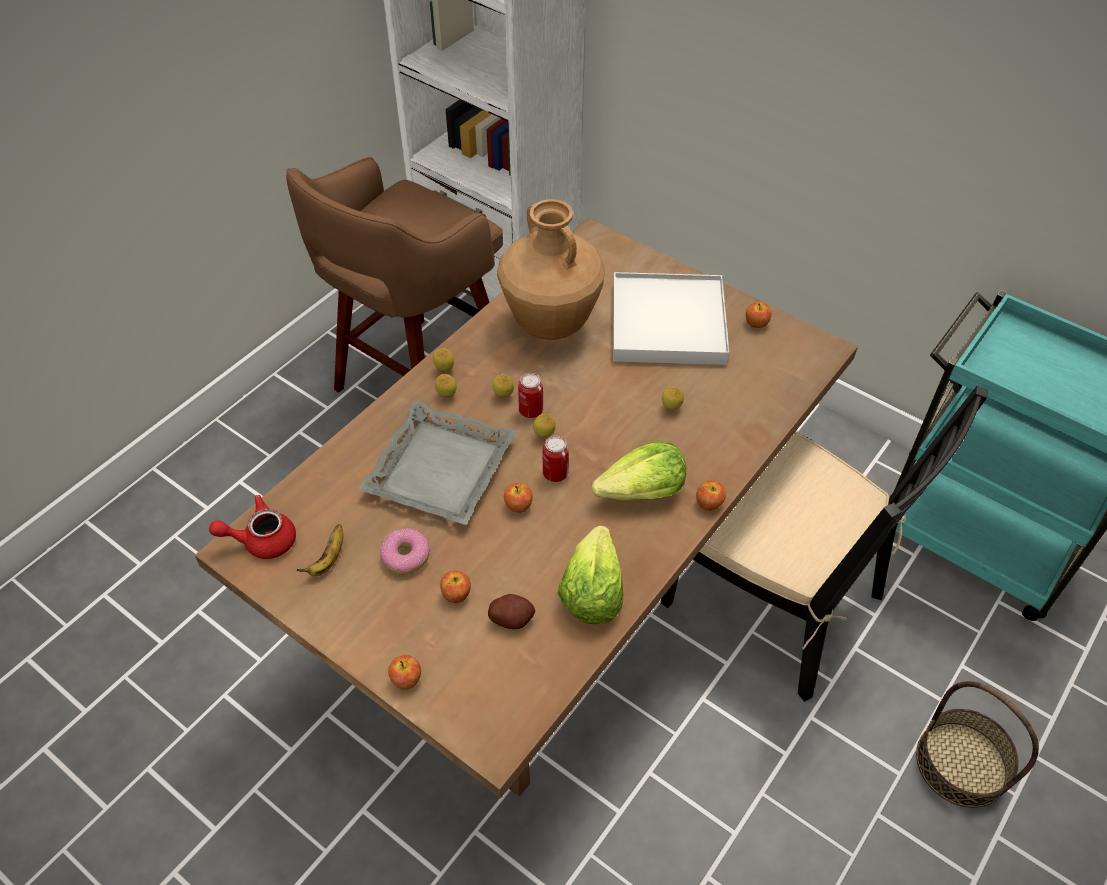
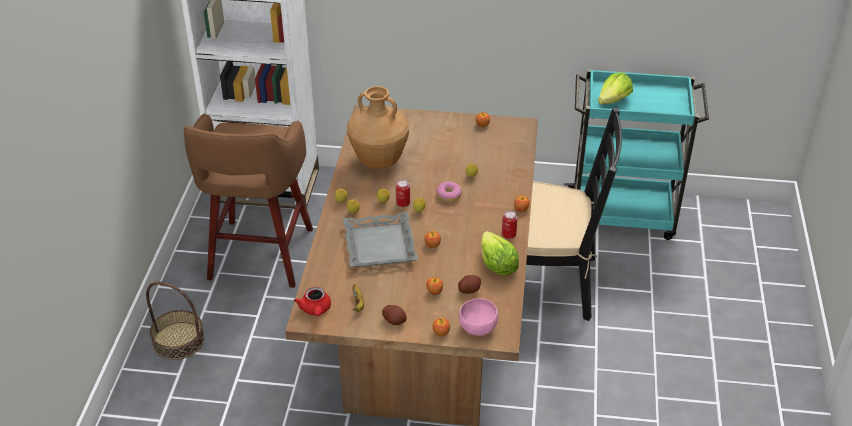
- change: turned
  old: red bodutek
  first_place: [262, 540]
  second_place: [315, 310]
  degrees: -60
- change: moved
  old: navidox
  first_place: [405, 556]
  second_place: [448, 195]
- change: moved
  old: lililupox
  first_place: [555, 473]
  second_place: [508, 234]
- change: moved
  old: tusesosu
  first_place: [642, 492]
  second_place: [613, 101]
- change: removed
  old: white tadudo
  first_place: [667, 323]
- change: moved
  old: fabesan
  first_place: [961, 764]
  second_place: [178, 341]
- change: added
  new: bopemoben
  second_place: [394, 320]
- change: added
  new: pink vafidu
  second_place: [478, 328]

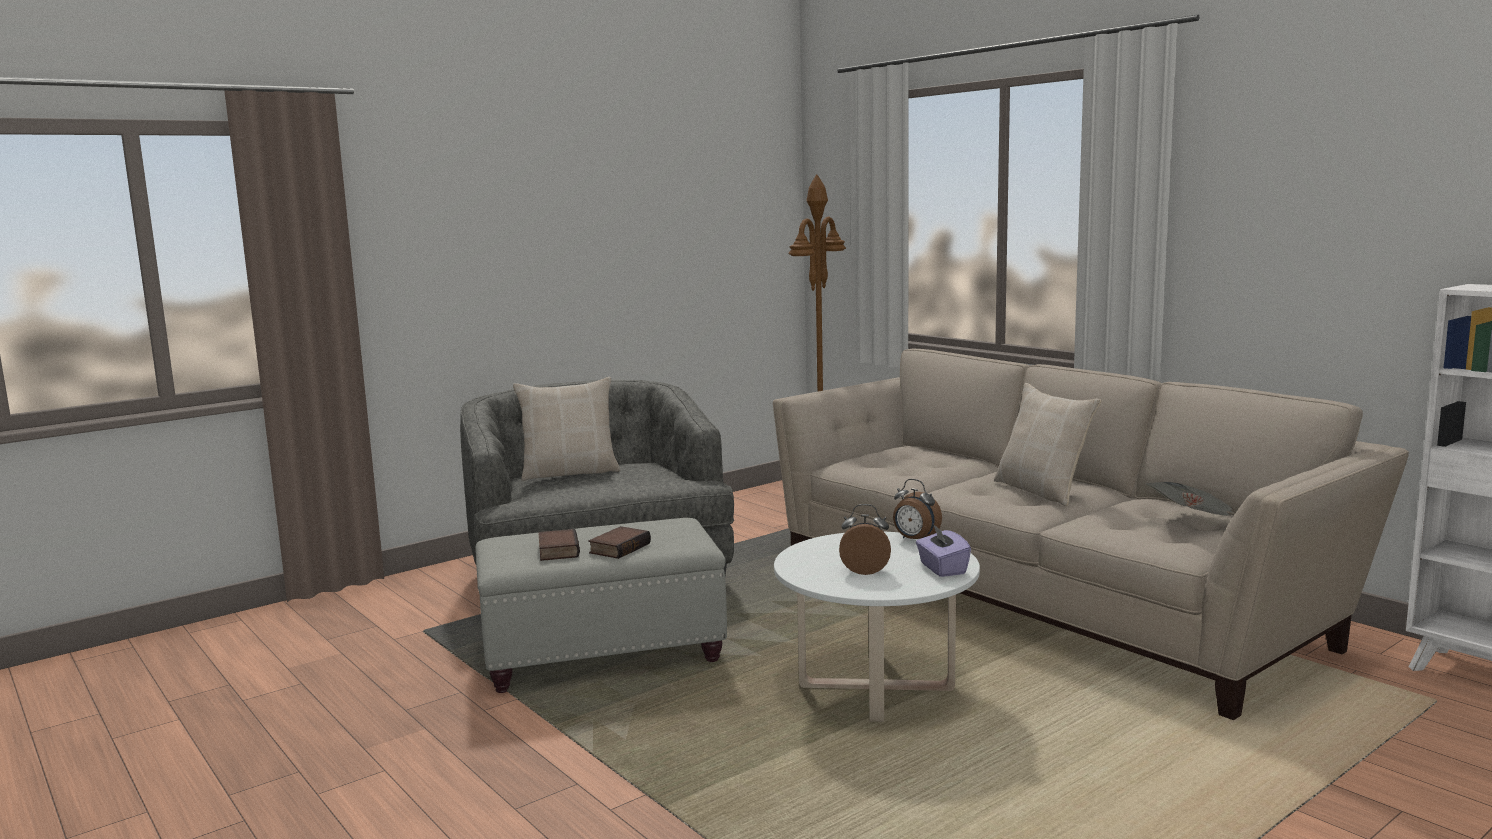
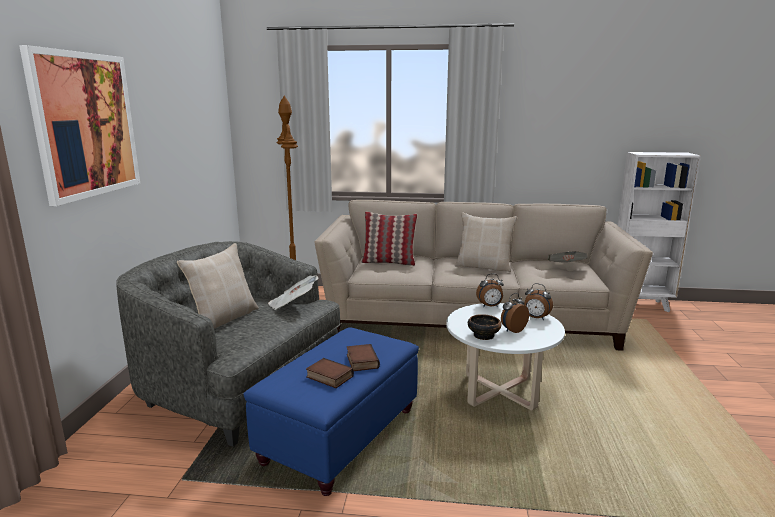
- change: recoloured
  old: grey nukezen
  new: blue nukezen
  first_place: [604, 654]
  second_place: [341, 435]
- change: replaced
  old: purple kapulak
  new: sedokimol
  first_place: [942, 569]
  second_place: [536, 318]
- change: added
  new: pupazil
  second_place: [86, 125]
- change: added
  new: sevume
  second_place: [292, 305]
- change: added
  new: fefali
  second_place: [388, 262]
- change: added
  new: vafidu
  second_place: [483, 335]

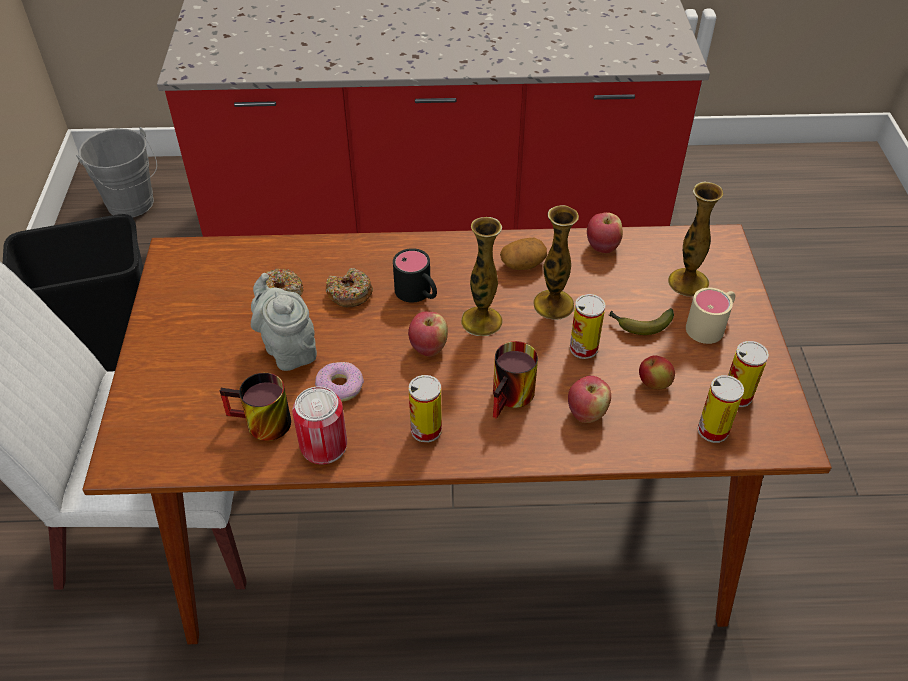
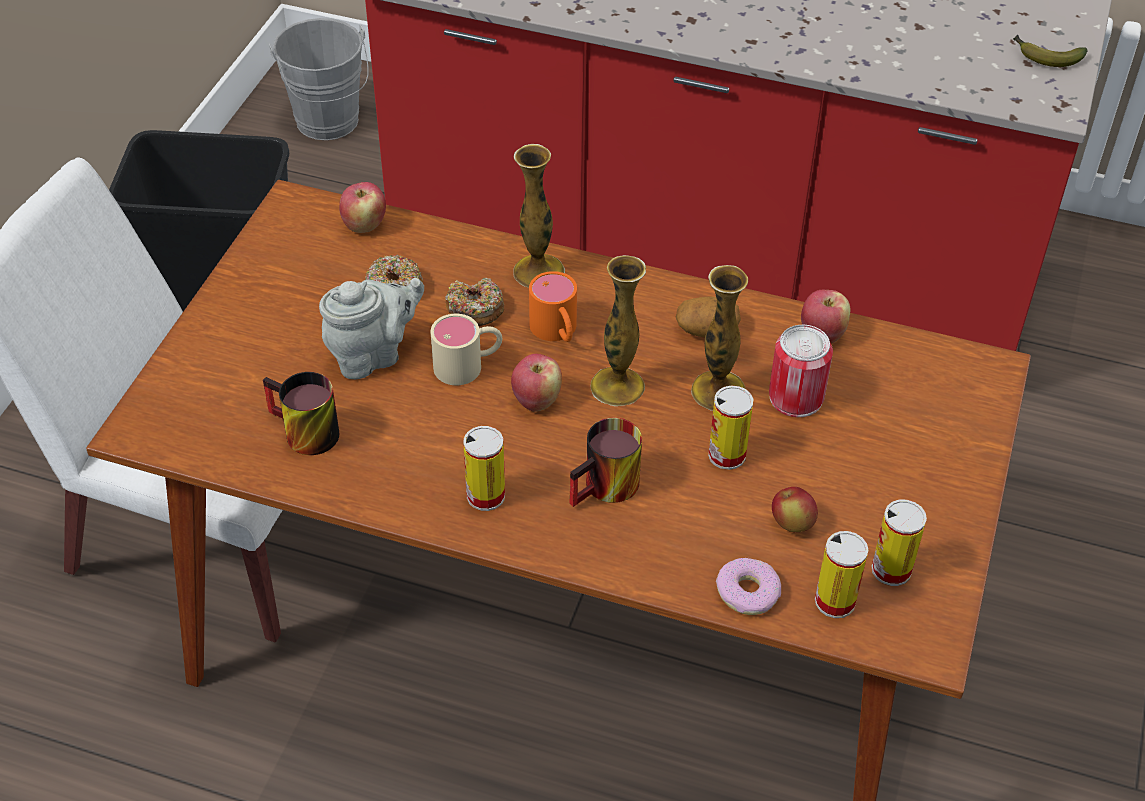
- change: turned
  old: grey bodutek
  first_place: [288, 349]
  second_place: [373, 355]
  degrees: 75
- change: moved
  old: lililupox
  first_place: [323, 445]
  second_place: [796, 397]
- change: moved
  old: navidox
  first_place: [340, 386]
  second_place: [748, 592]
- change: recoloured
  old: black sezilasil
  new: orange sezilasil
  first_place: [418, 294]
  second_place: [557, 332]
- change: moved
  old: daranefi
  first_place: [586, 413]
  second_place: [364, 225]
- change: moved
  old: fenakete
  first_place: [639, 325]
  second_place: [1044, 57]
- change: moved
  old: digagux
  first_place: [688, 282]
  second_place: [538, 271]
- change: moved
  old: beige sezilasil
  first_place: [710, 325]
  second_place: [468, 365]

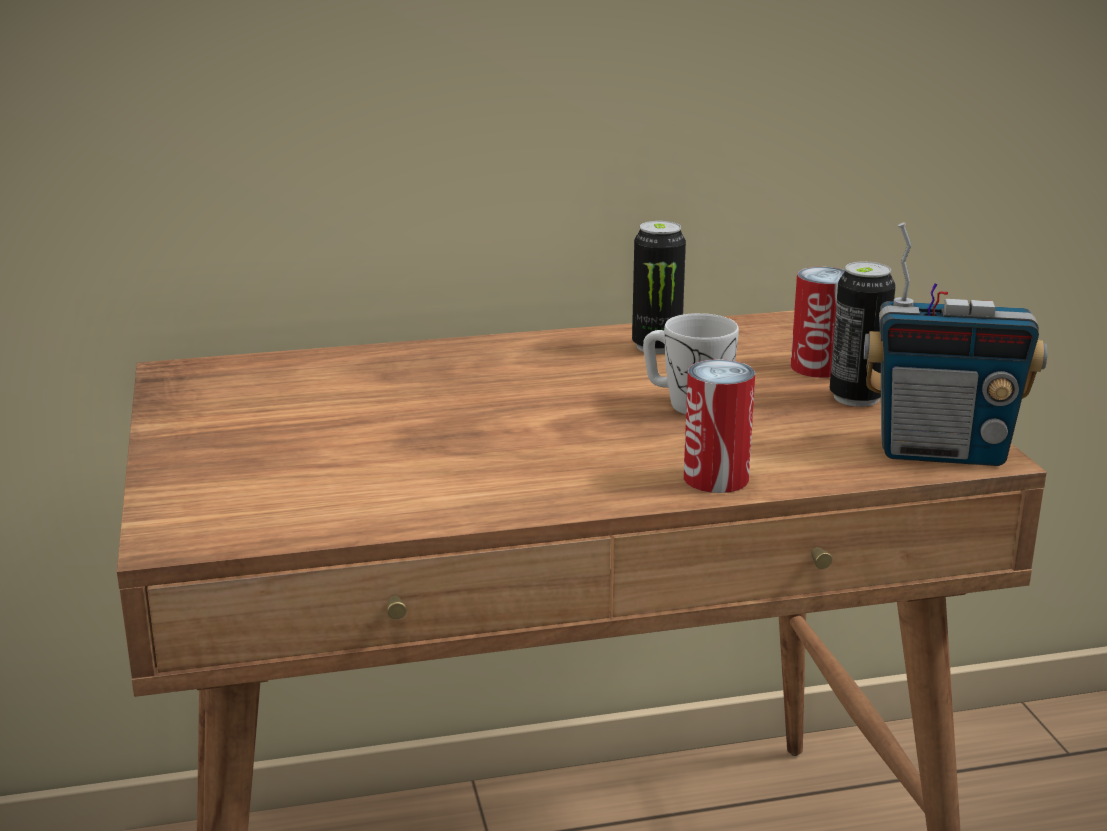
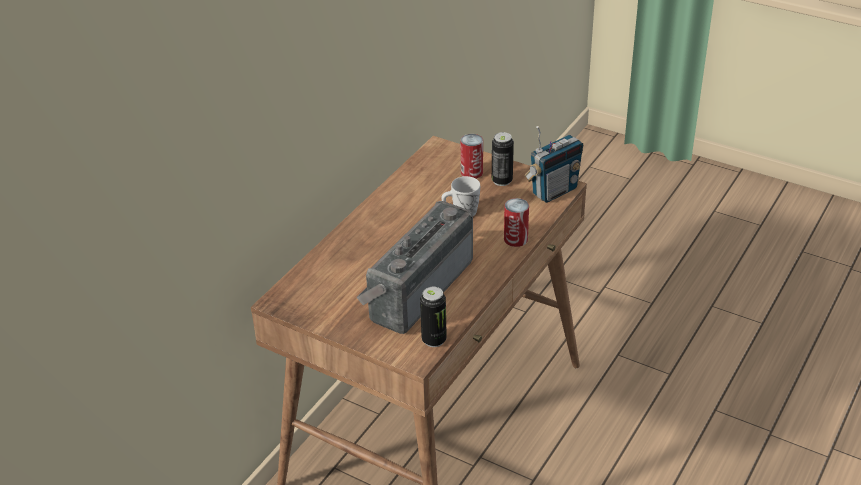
- change: moved
  old: lililupox
  first_place: [656, 346]
  second_place: [434, 340]
- change: added
  new: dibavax
  second_place: [416, 288]

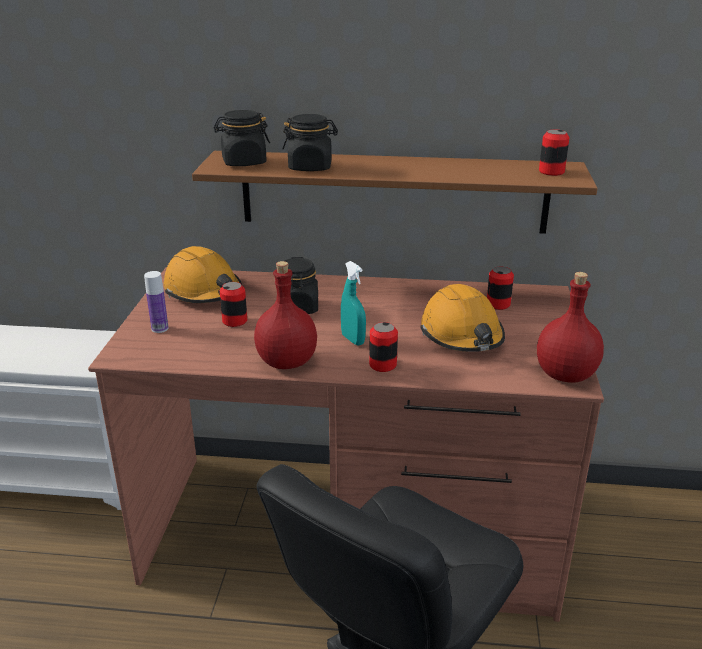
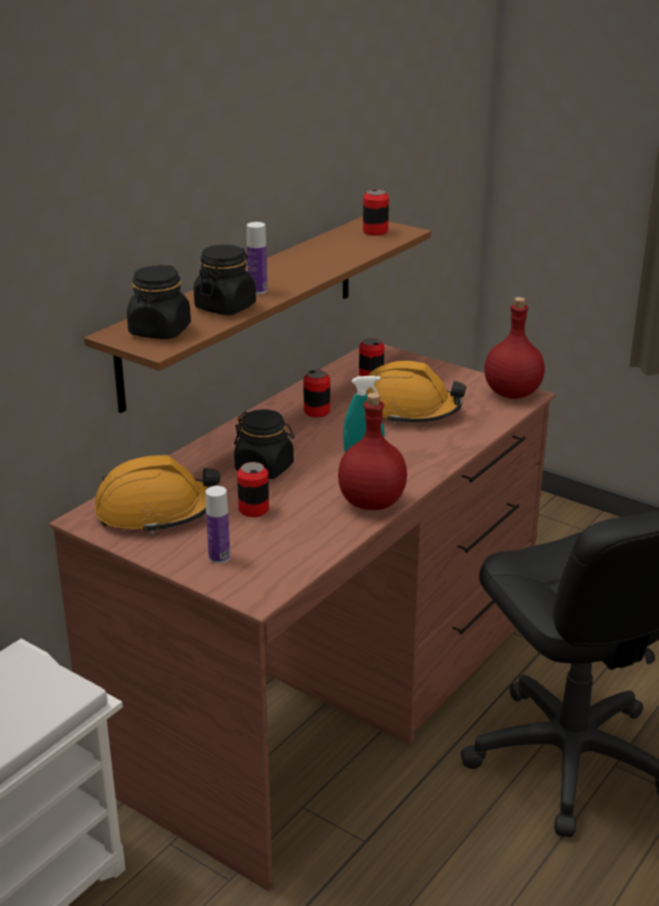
- change: moved
  old: lililupox
  first_place: [383, 365]
  second_place: [316, 411]
- change: added
  new: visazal
  second_place: [258, 291]

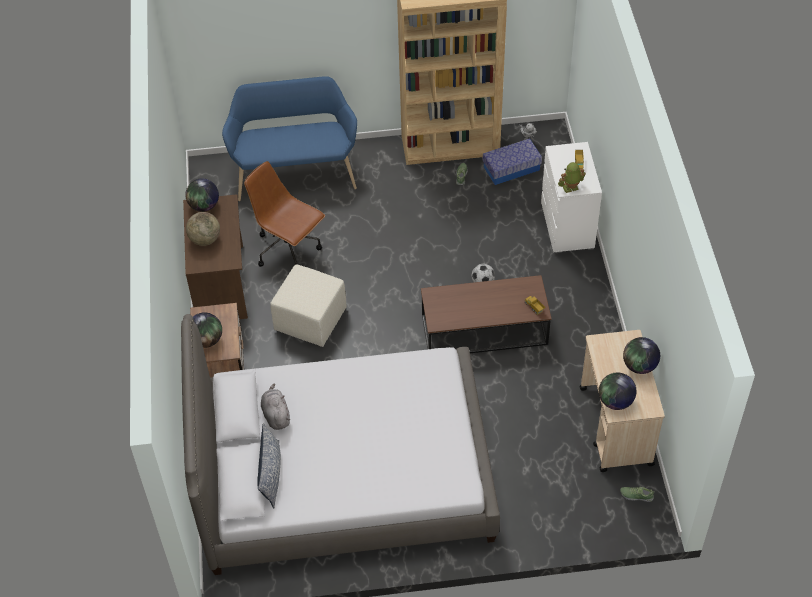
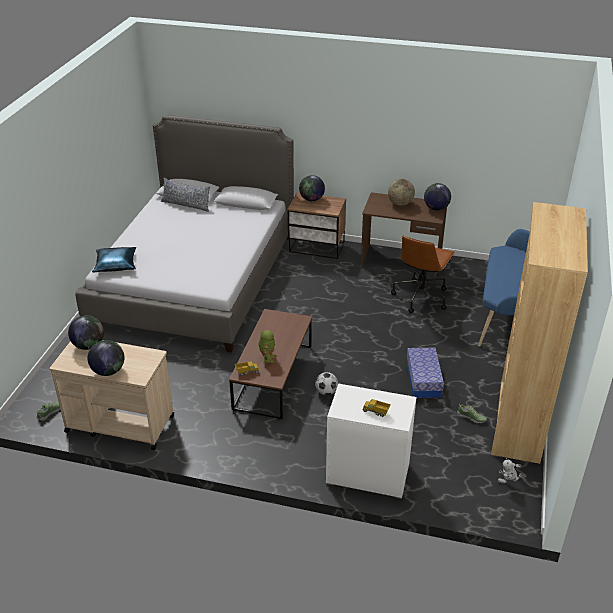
- change: turned
  old: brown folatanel
  first_place: [289, 250]
  second_place: [420, 296]
  degrees: 150
- change: removed
  old: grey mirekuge
  first_place: [276, 415]
- change: removed
  old: beige nukezen
  first_place: [310, 319]
- change: moved
  old: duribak
  first_place: [511, 168]
  second_place: [423, 380]
- change: moved
  old: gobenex
  first_place: [570, 188]
  second_place: [267, 358]
- change: added
  new: blue fefali
  second_place: [116, 264]

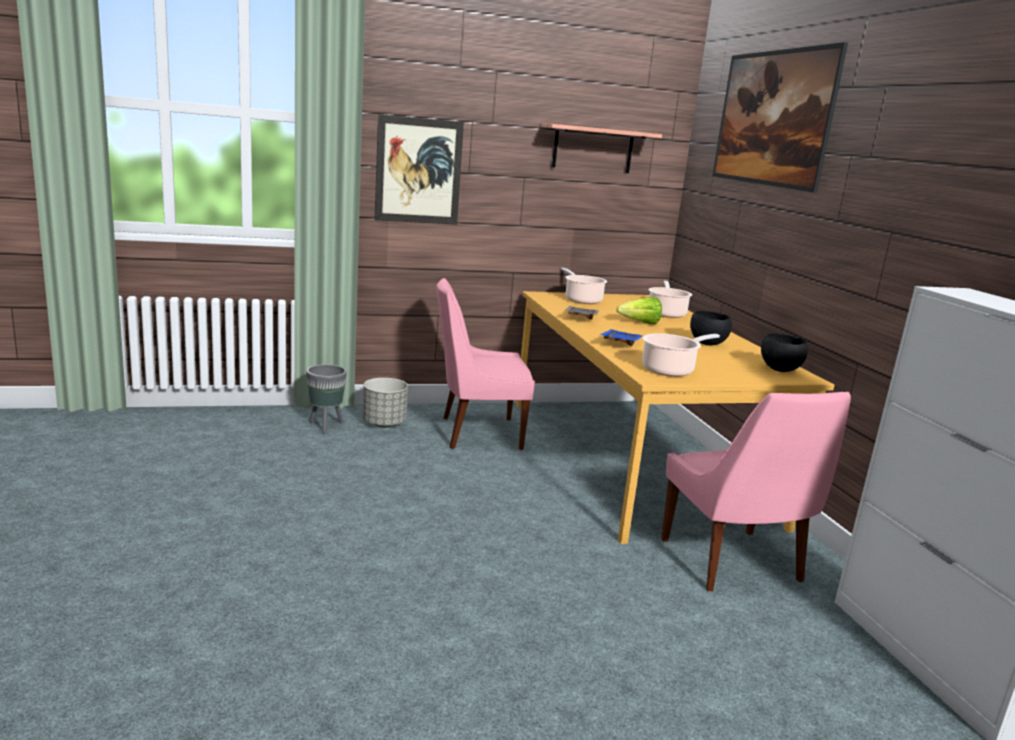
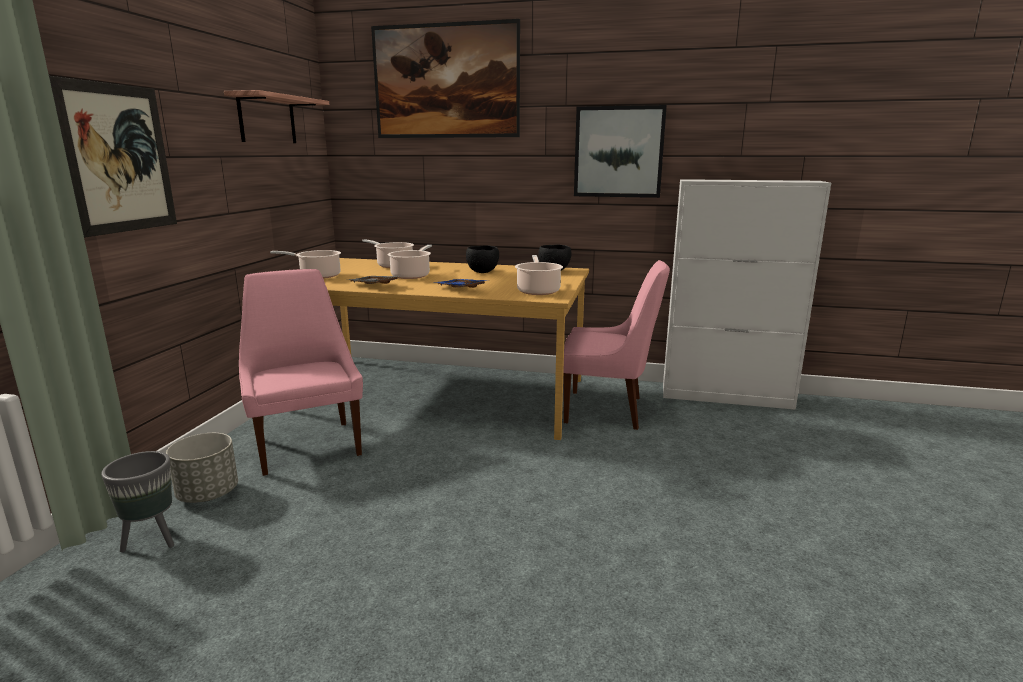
- change: turned
  old: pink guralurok
  first_place: [477, 433]
  second_place: [307, 445]
  degrees: 135
- change: replaced
  old: tusesosu
  new: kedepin
  first_place: [640, 323]
  second_place: [412, 275]
- change: added
  new: pupazil
  second_place: [618, 152]

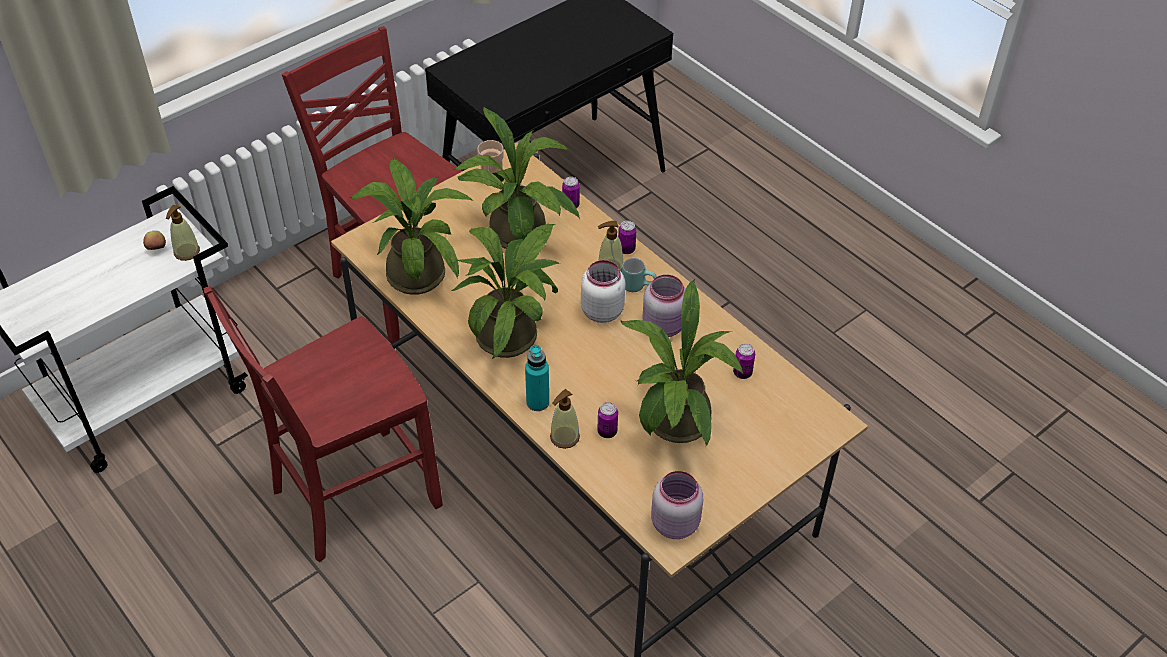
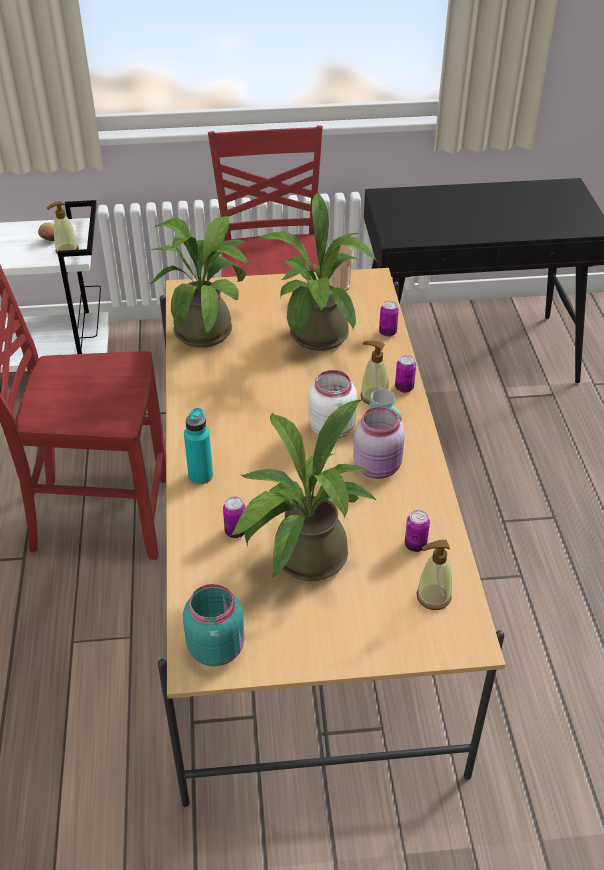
- change: removed
  old: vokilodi
  first_place: [513, 334]
- change: moved
  old: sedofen
  first_place: [564, 437]
  second_place: [433, 597]
- change: recoloured
  old: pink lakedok
  new: turquoise lakedok
  first_place: [674, 522]
  second_place: [217, 647]

